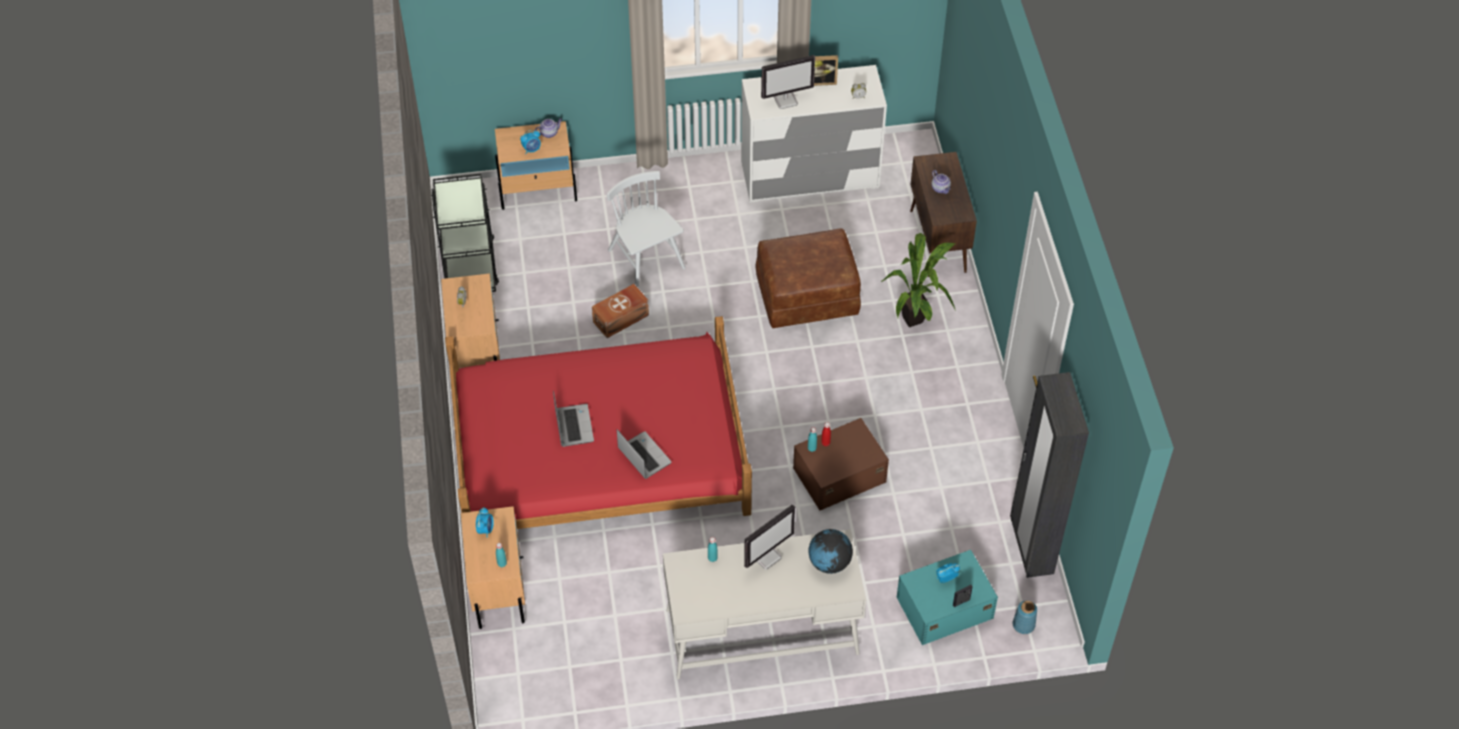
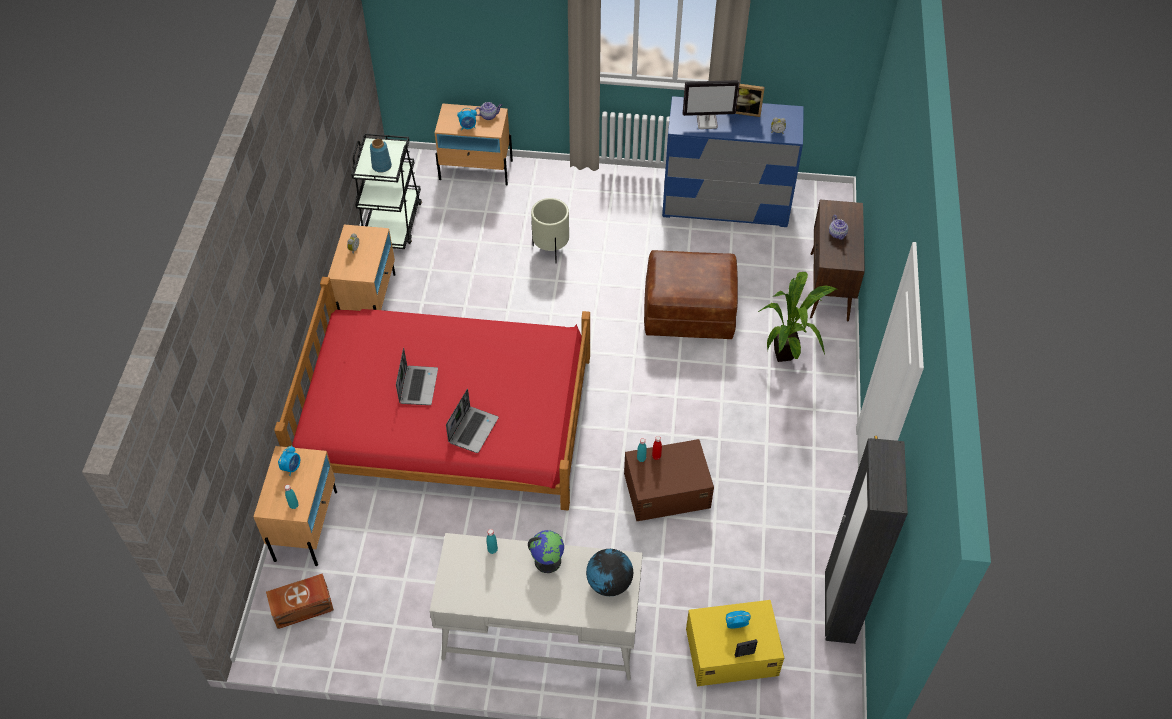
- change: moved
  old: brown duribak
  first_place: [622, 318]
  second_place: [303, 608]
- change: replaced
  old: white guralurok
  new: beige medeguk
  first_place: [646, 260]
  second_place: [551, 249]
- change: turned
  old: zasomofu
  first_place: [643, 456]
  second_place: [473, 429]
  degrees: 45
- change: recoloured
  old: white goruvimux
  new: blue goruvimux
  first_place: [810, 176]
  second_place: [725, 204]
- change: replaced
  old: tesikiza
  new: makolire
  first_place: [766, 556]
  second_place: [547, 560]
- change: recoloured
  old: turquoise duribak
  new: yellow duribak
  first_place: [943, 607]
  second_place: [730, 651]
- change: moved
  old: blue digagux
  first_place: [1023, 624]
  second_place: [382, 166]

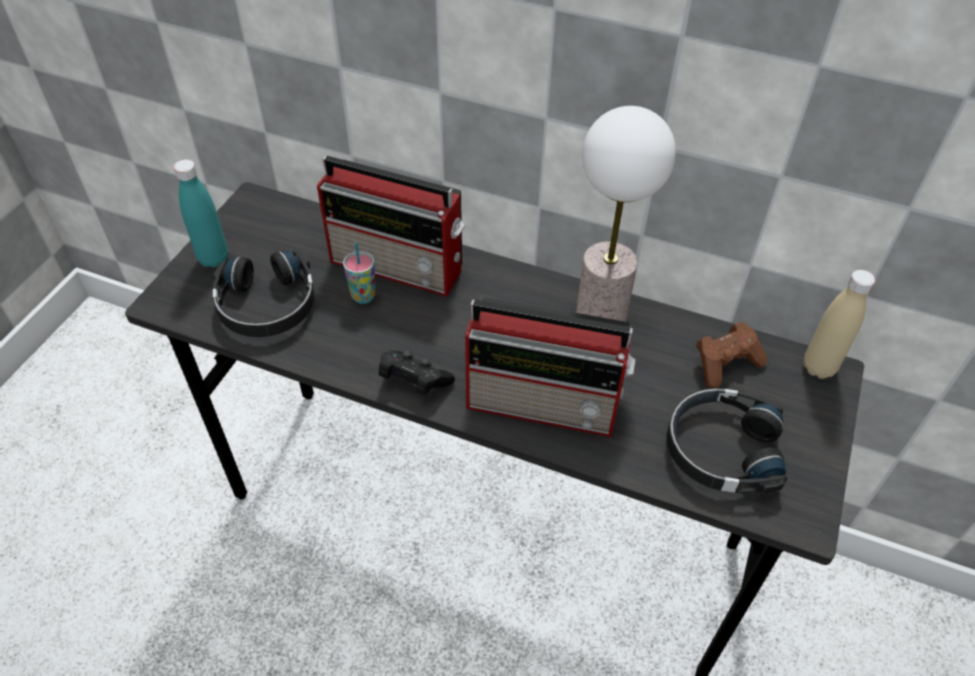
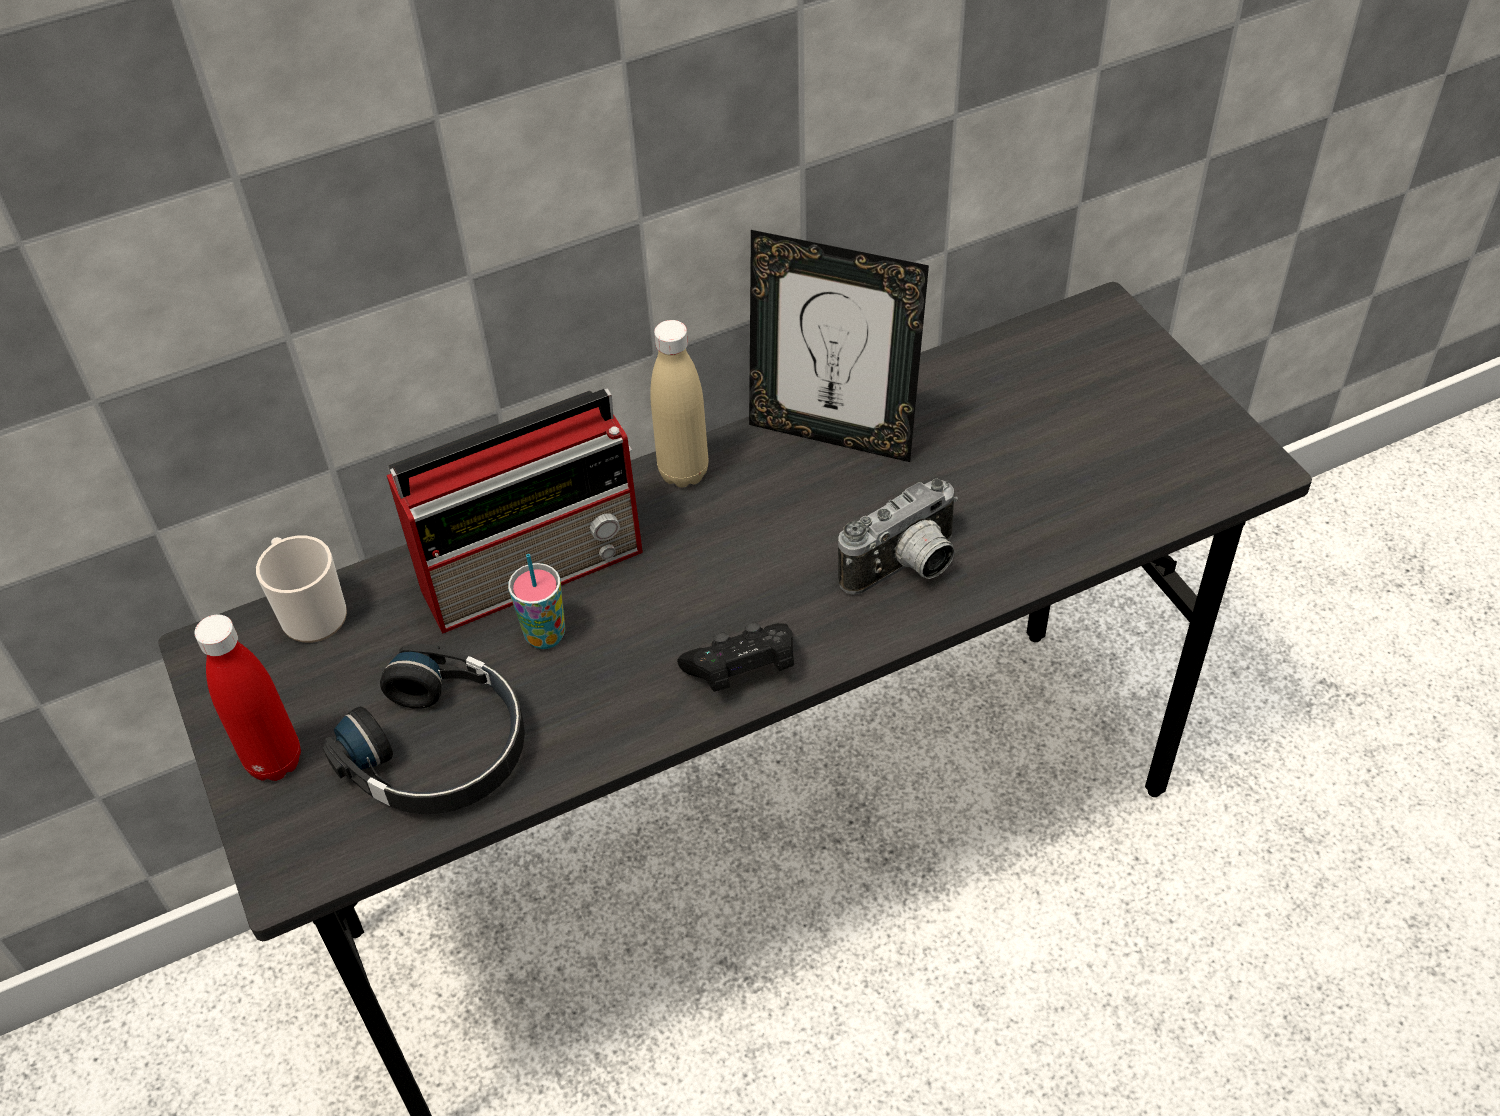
- change: recoloured
  old: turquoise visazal
  new: red visazal
  first_place: [214, 258]
  second_place: [274, 761]
- change: replaced
  old: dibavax
  new: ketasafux
  first_place: [546, 404]
  second_place: [906, 569]
- change: replaced
  old: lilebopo
  new: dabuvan
  first_place: [601, 315]
  second_place: [833, 433]
- change: removed
  old: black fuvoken
  first_place: [721, 449]
- change: removed
  old: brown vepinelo
  first_place: [725, 363]
- change: moved
  old: beige visazal
  first_place: [819, 367]
  second_place: [683, 472]
- change: added
  new: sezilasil
  second_place: [310, 612]

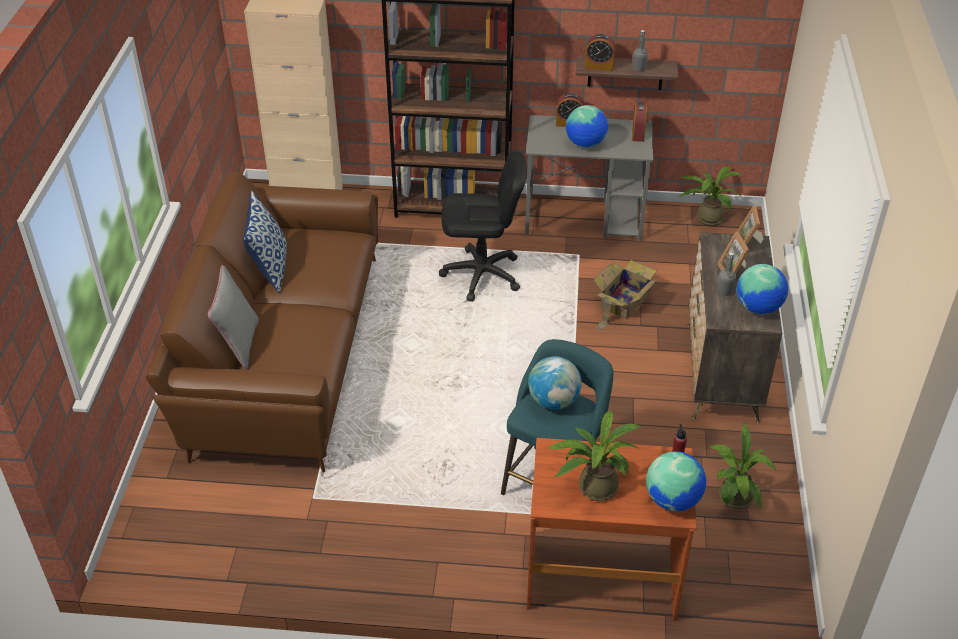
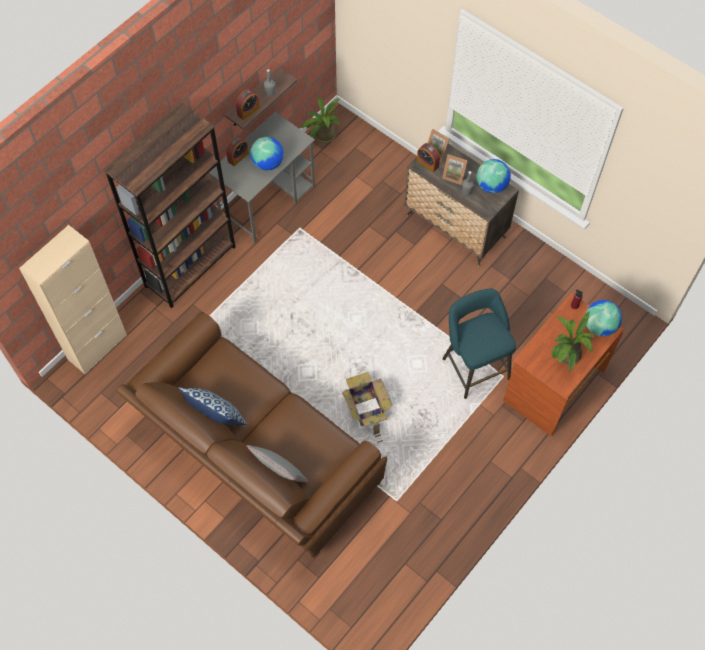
- change: removed
  old: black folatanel
  first_place: [482, 275]
- change: removed
  old: makolire
  first_place: [553, 401]
- change: moved
  old: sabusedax
  first_place: [622, 302]
  second_place: [366, 409]
- change: moved
  old: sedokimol
  first_place: [638, 133]
  second_place: [427, 163]
- change: removed
  old: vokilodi
  first_place: [734, 500]

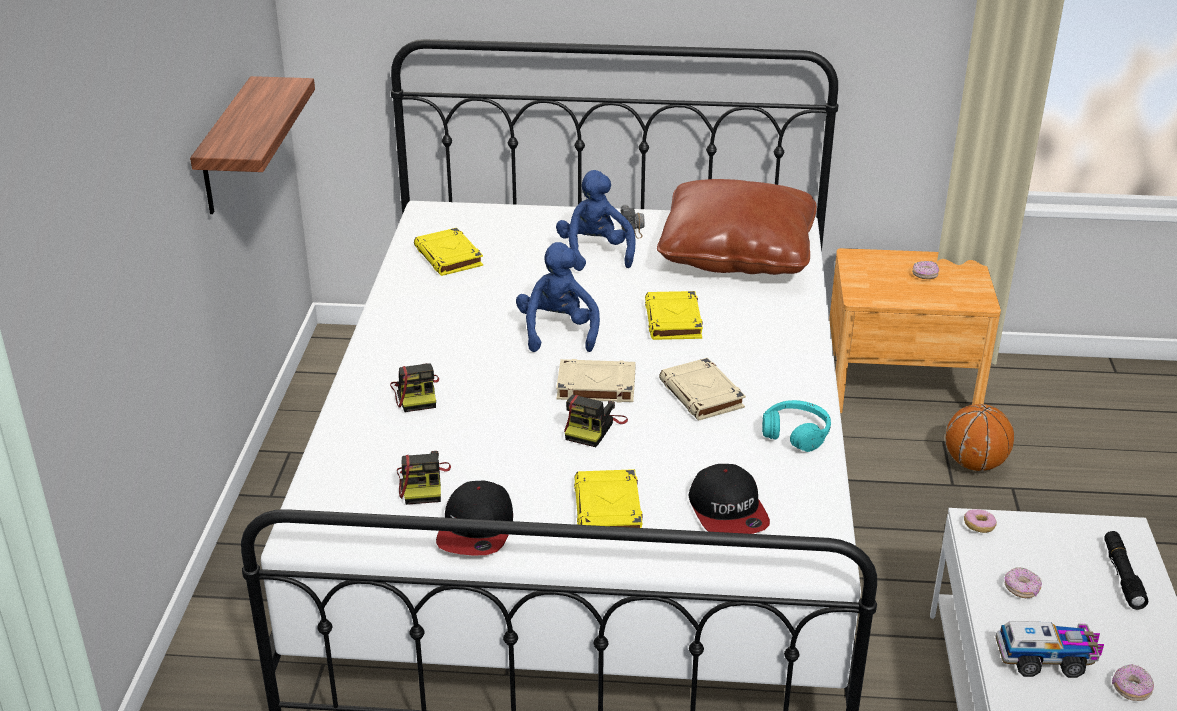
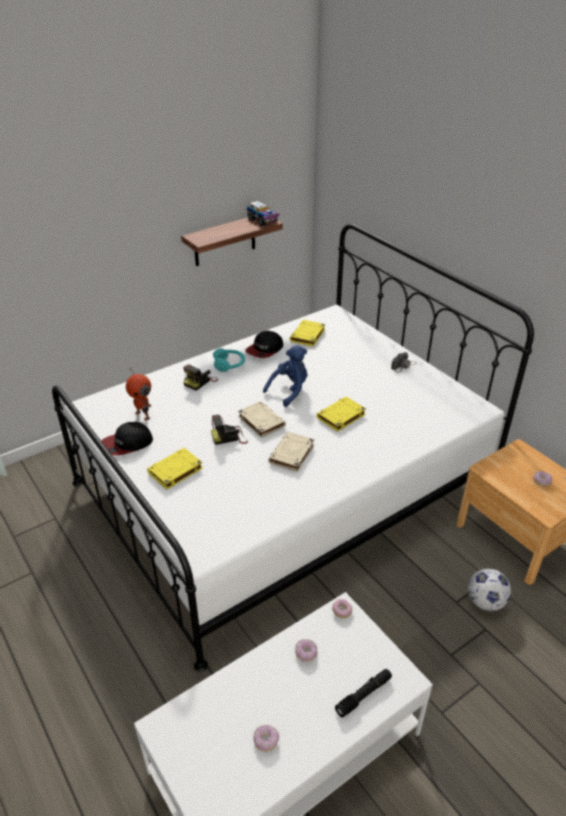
- change: replaced
  old: ketasafux
  new: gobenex
  first_place: [423, 483]
  second_place: [143, 415]
- change: removed
  old: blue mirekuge
  first_place: [595, 253]
- change: removed
  old: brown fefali
  first_place: [736, 253]
- change: moved
  old: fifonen
  first_place: [728, 511]
  second_place: [265, 349]
- change: moved
  old: turquoise fuvoken
  first_place: [796, 433]
  second_place: [229, 364]
- change: replaced
  old: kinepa
  new: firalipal
  first_place: [974, 464]
  second_place: [485, 602]
- change: moved
  old: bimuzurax
  first_place: [1046, 659]
  second_place: [263, 221]

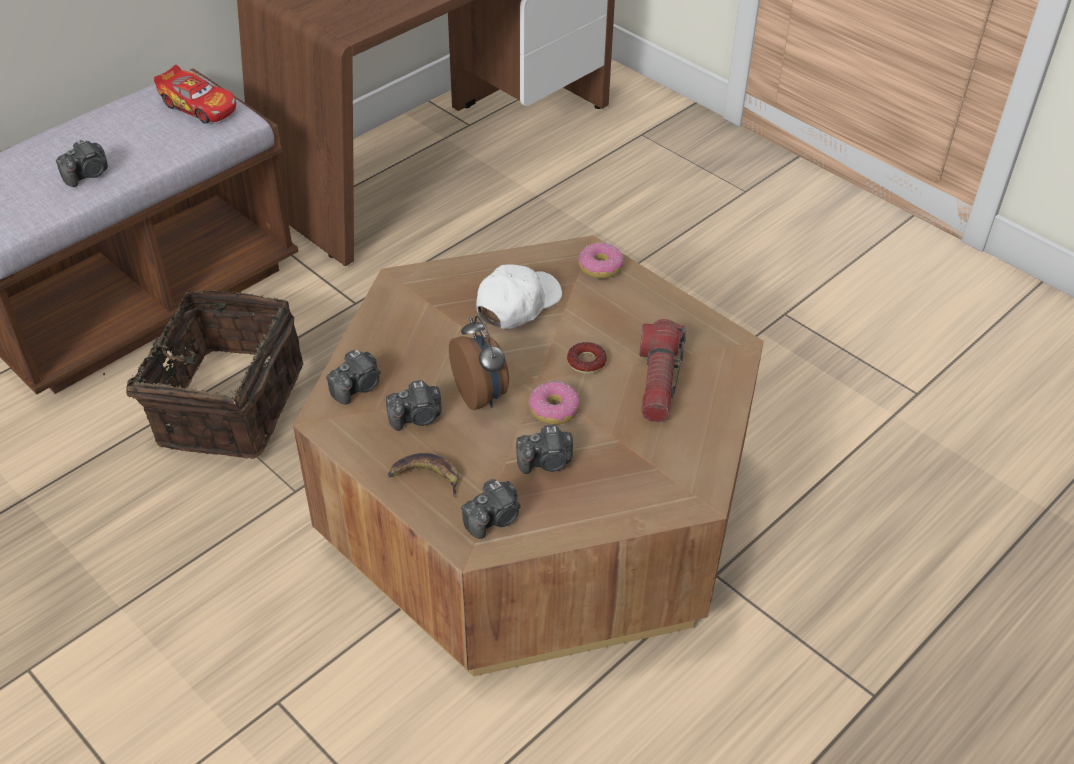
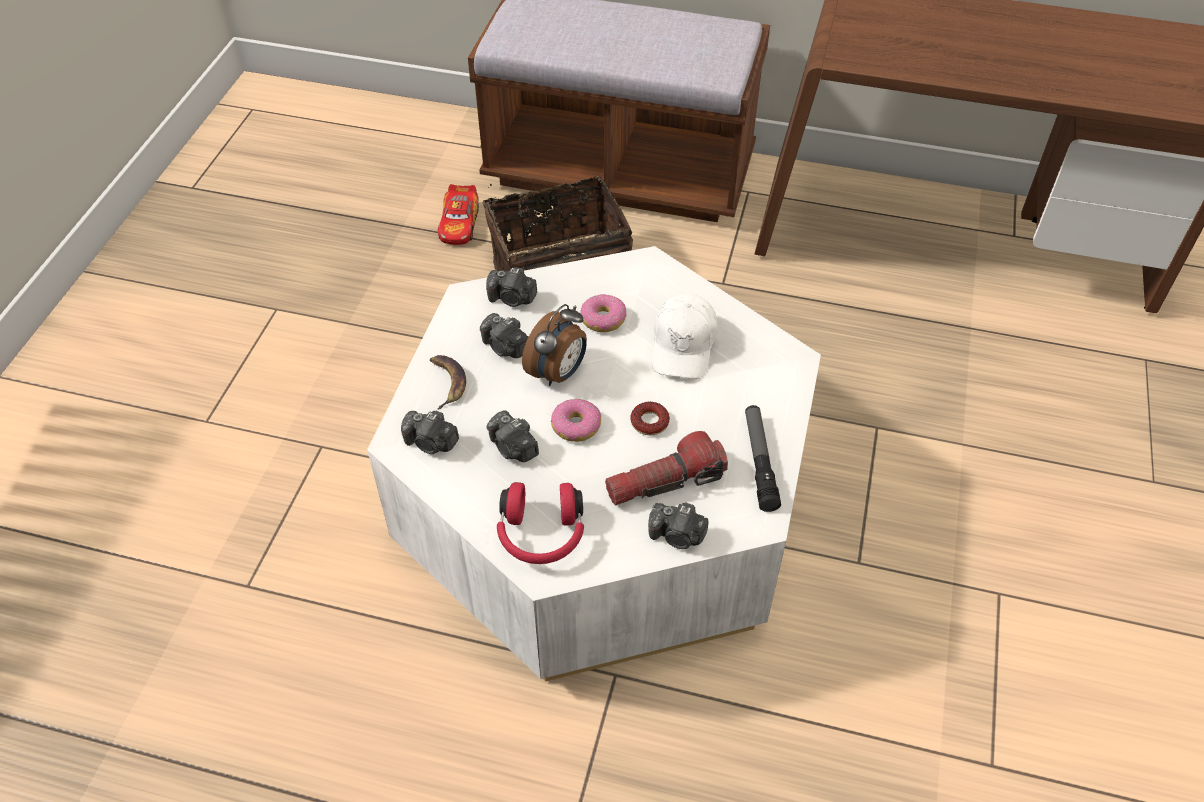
- change: moved
  old: ketasafux
  first_place: [88, 174]
  second_place: [677, 536]
- change: moved
  old: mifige
  first_place: [199, 106]
  second_place: [459, 224]
- change: recoloured
  old: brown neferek
  new: white neferek
  first_place: [535, 502]
  second_place: [602, 505]
- change: turned
  old: white fifonen
  first_place: [517, 304]
  second_place: [683, 345]
  degrees: 90
- change: moved
  old: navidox
  first_place: [600, 267]
  second_place: [603, 319]
- change: added
  new: red fuvoken
  second_place: [541, 535]
- change: added
  new: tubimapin
  second_place: [759, 462]

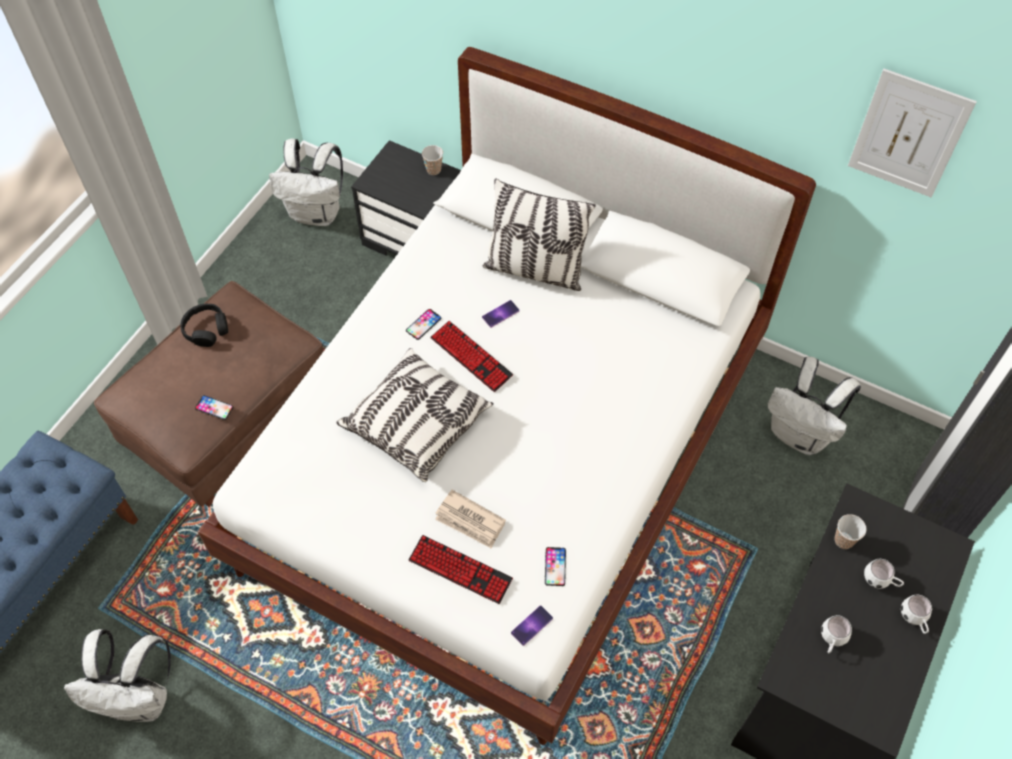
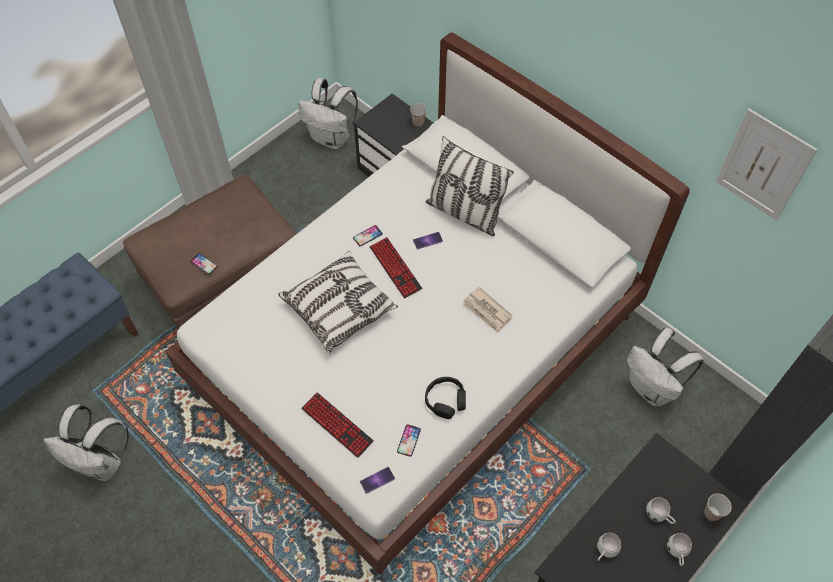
- change: moved
  old: black fuvoken
  first_place: [206, 329]
  second_place: [445, 400]
- change: moved
  old: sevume
  first_place: [470, 521]
  second_place: [487, 311]
- change: moved
  old: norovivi
  first_place: [843, 540]
  second_place: [711, 513]

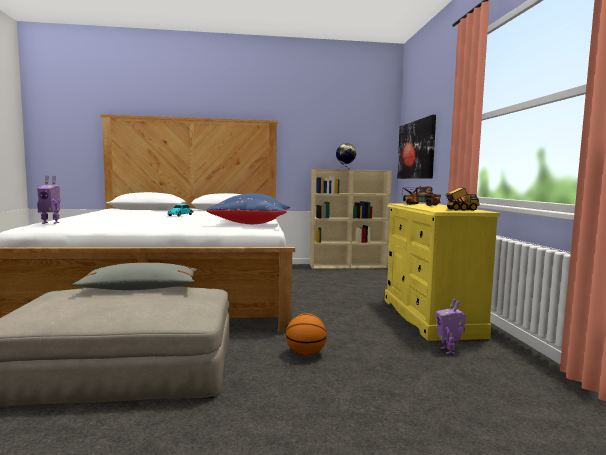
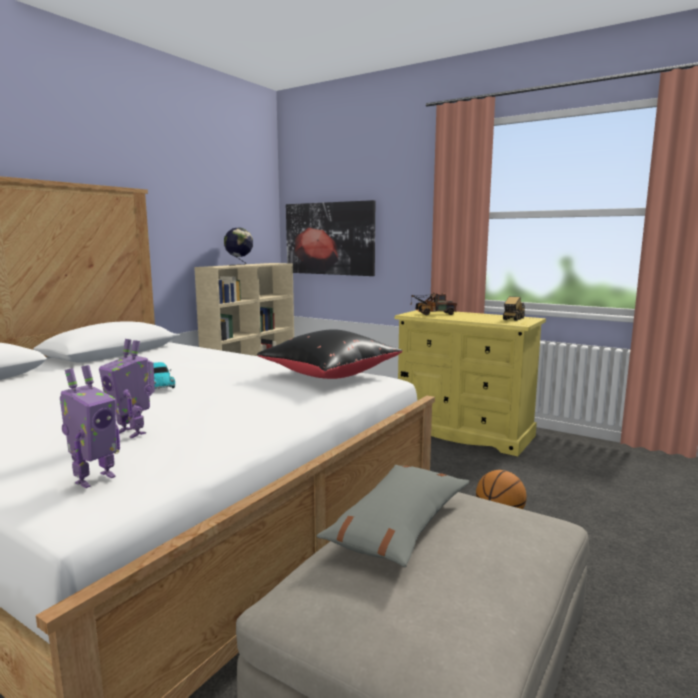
- change: recoloured
  old: blue fefali
  new: black fefali
  first_place: [252, 223]
  second_place: [329, 375]
- change: moved
  old: gobenex
  first_place: [448, 351]
  second_place: [133, 432]

